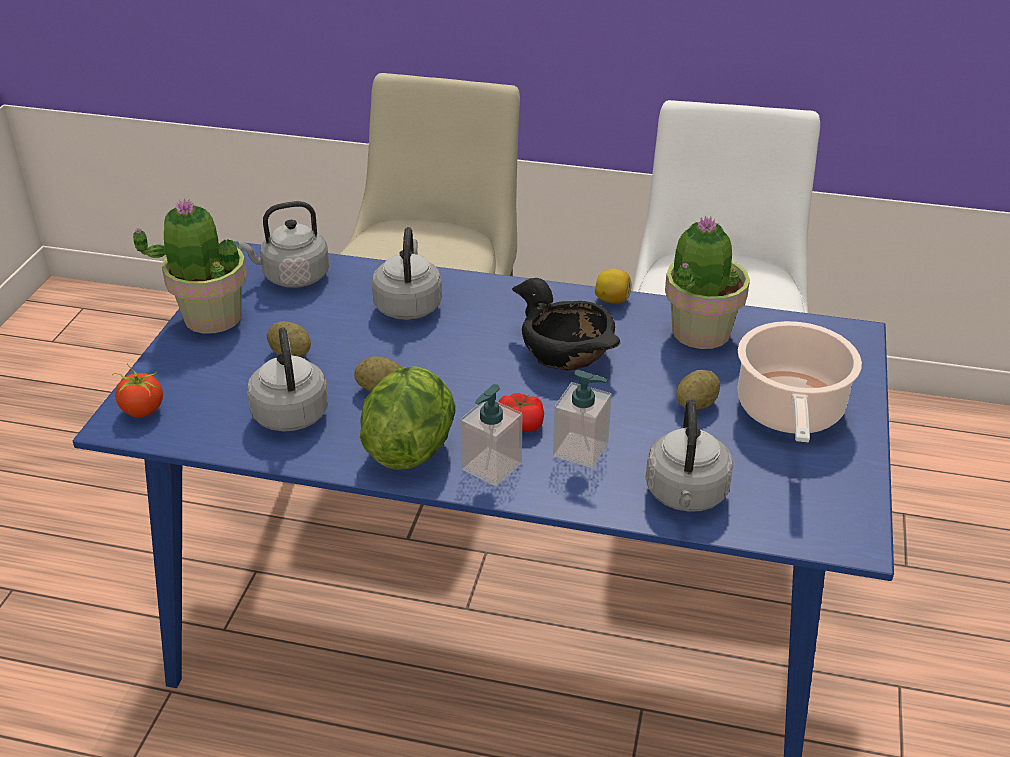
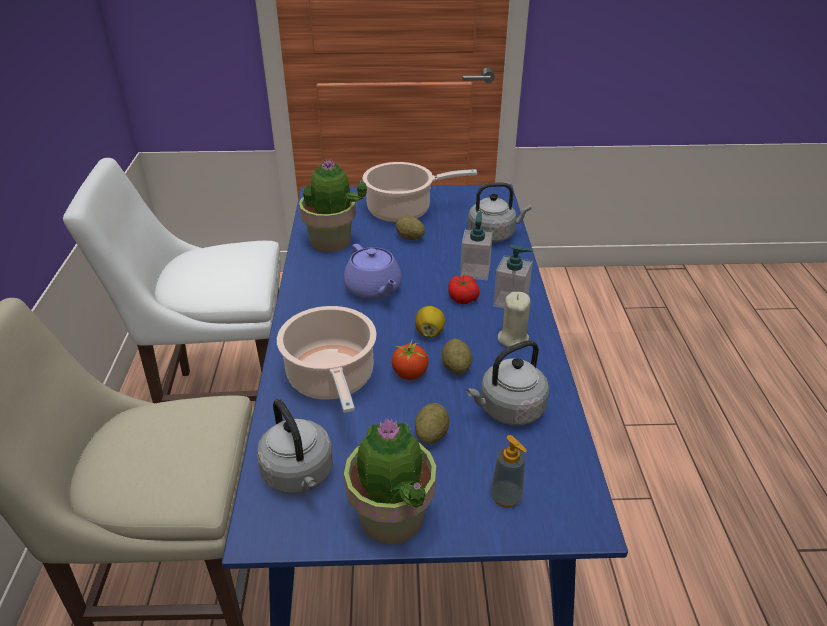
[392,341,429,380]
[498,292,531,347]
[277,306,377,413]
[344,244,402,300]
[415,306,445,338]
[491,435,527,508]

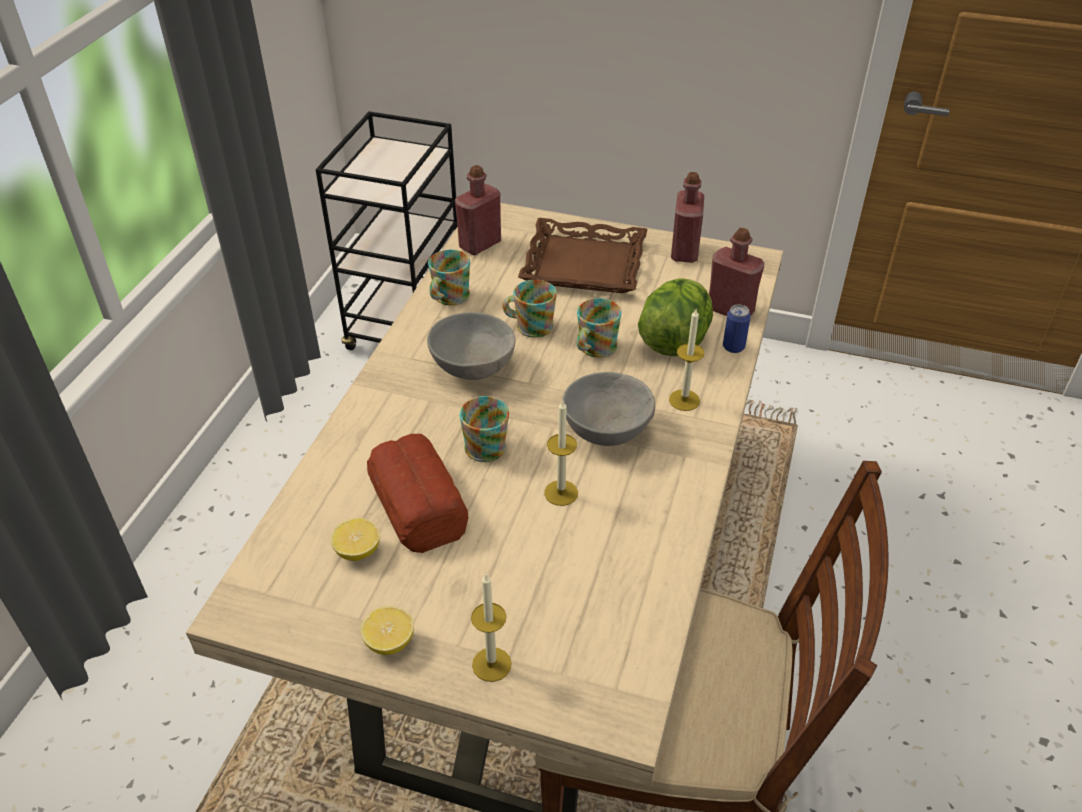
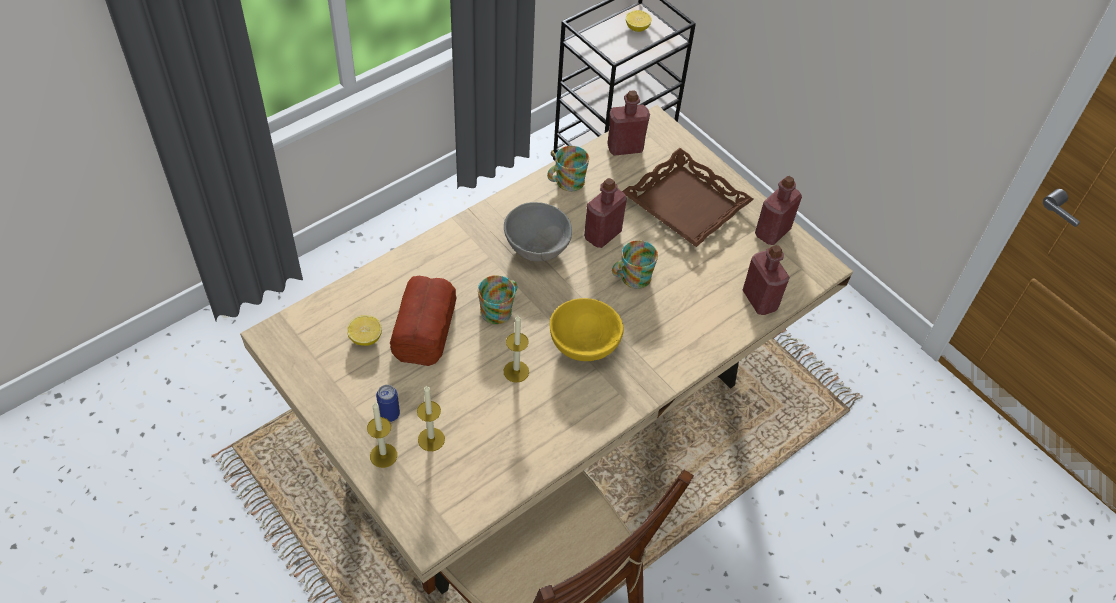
[626,10,652,32]
[584,178,627,248]
[550,298,624,361]
[638,278,713,356] (first image)
[417,385,445,451]
[376,385,400,422]

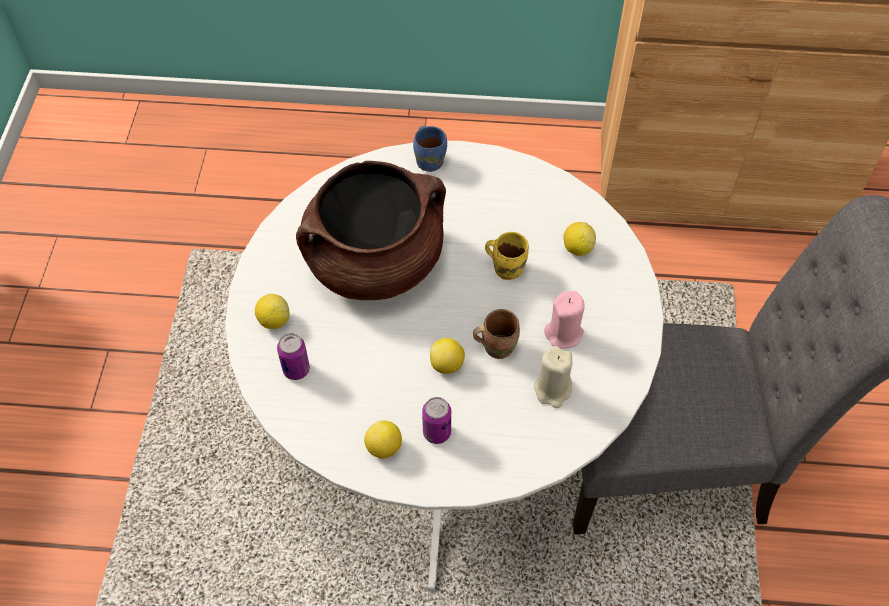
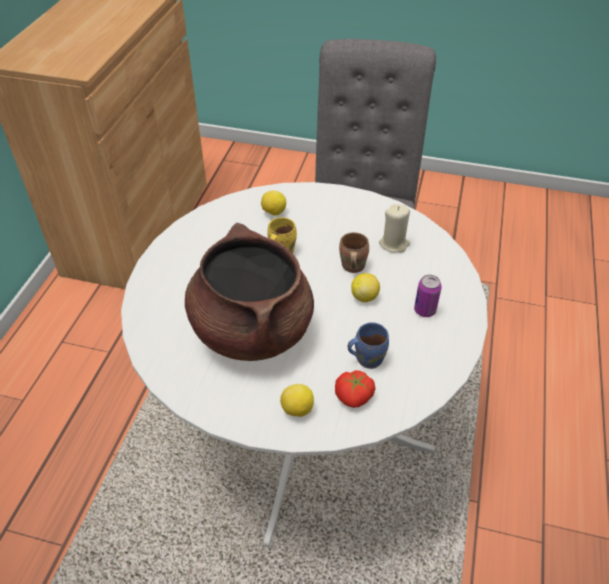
[335,370,375,408]
[364,420,402,459] (first image)
[348,322,389,369]
[544,291,585,349] (first image)

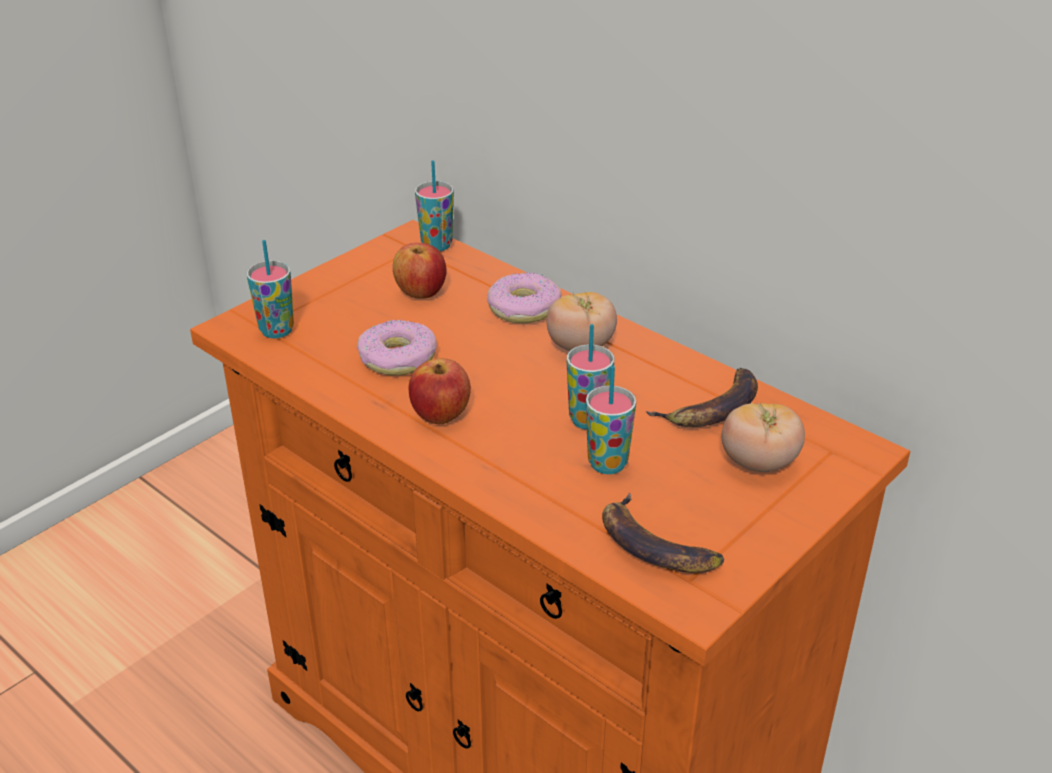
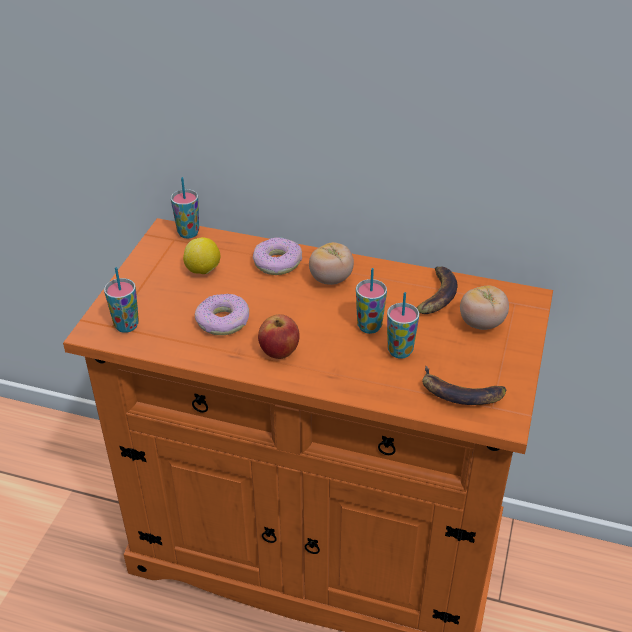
[183,237,220,274]

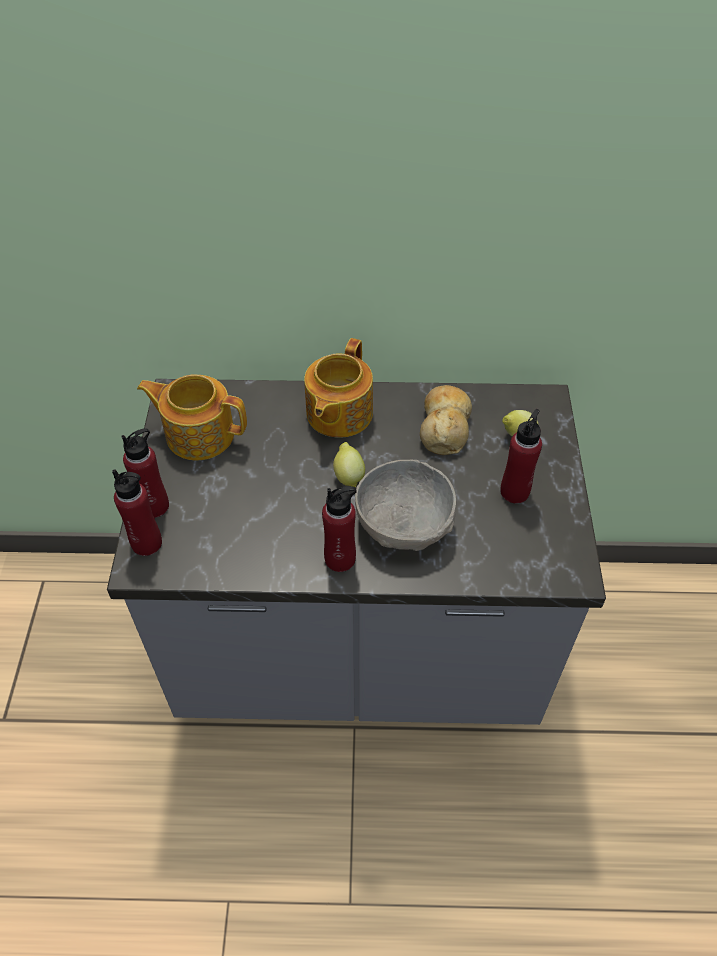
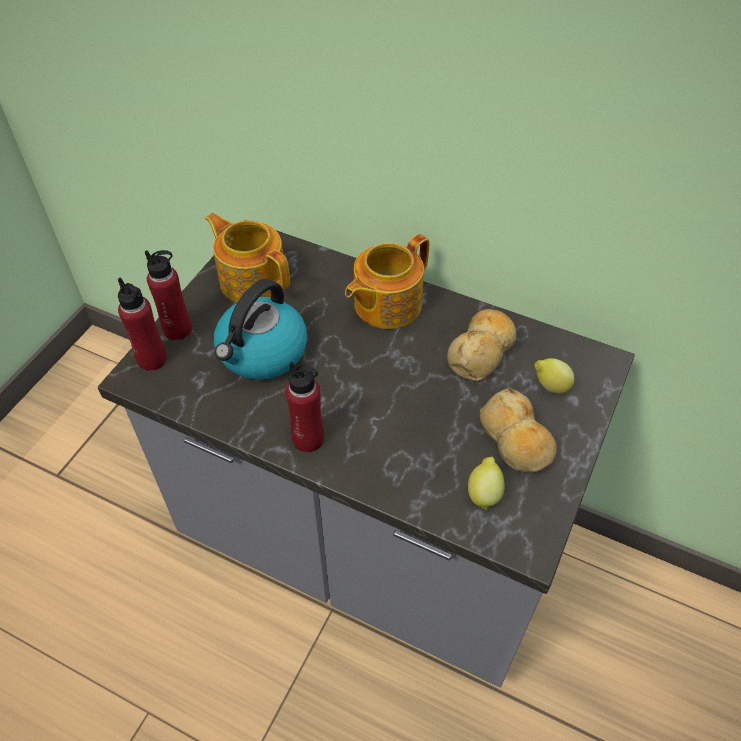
[468,457,505,510]
[355,460,457,551] (first image)
[480,388,557,473]
[214,279,307,380]

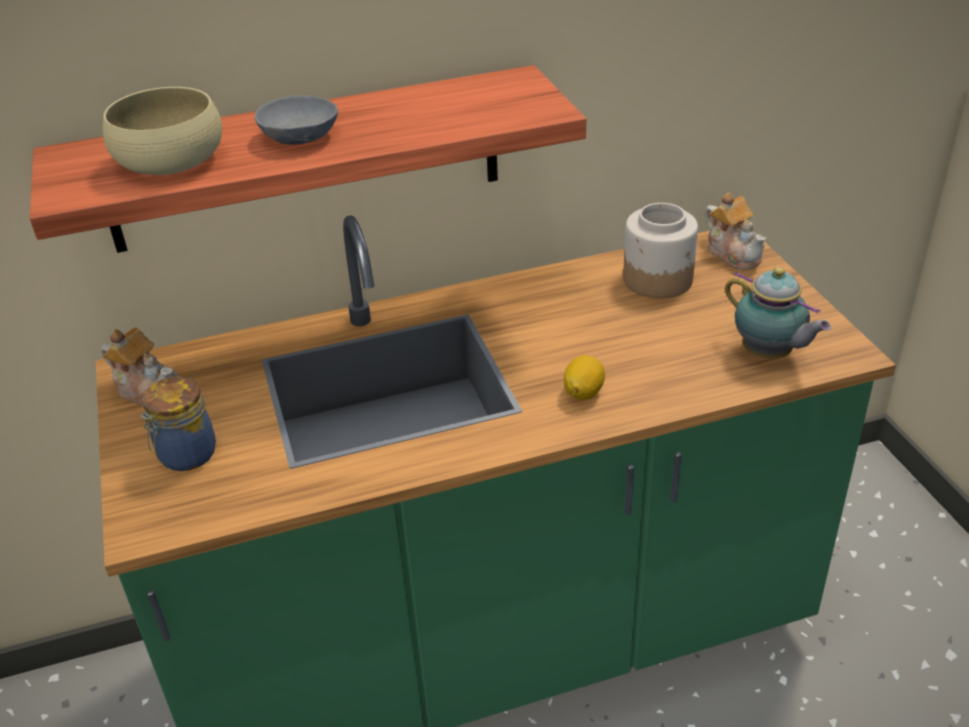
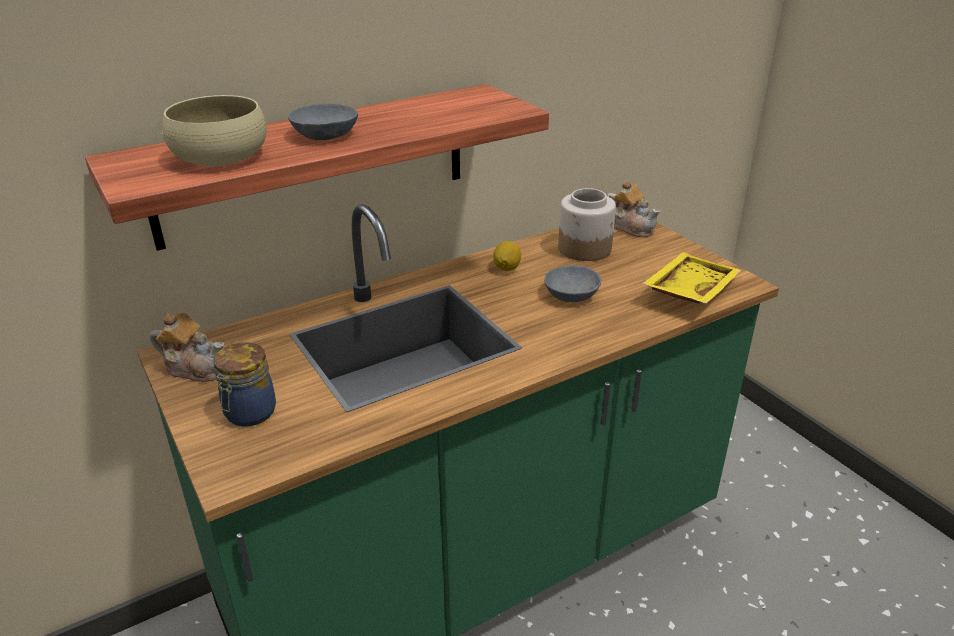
[493,241,521,271]
[642,252,741,304]
[544,265,601,302]

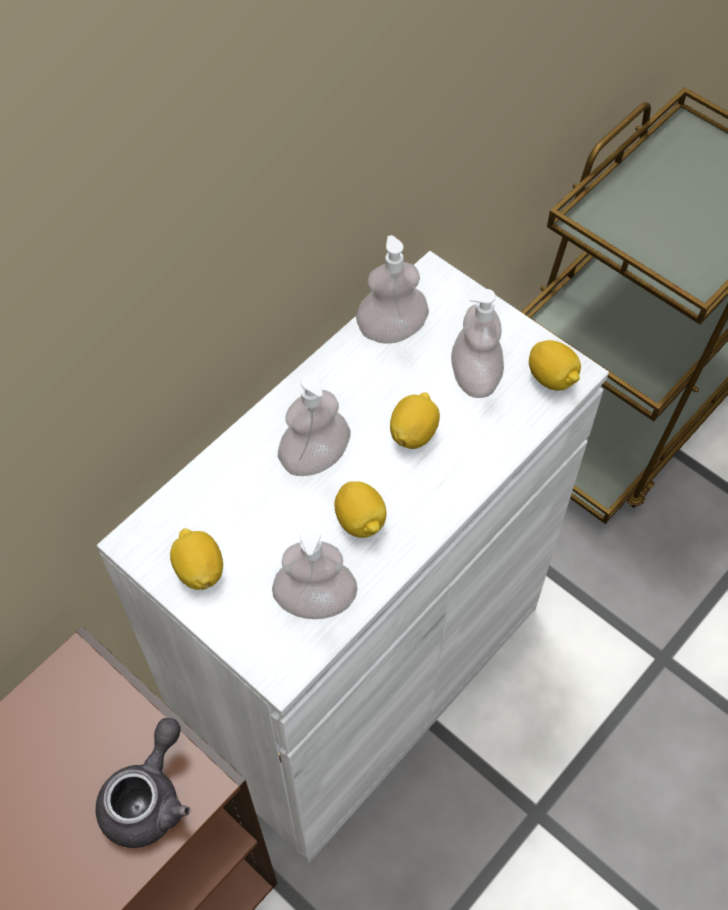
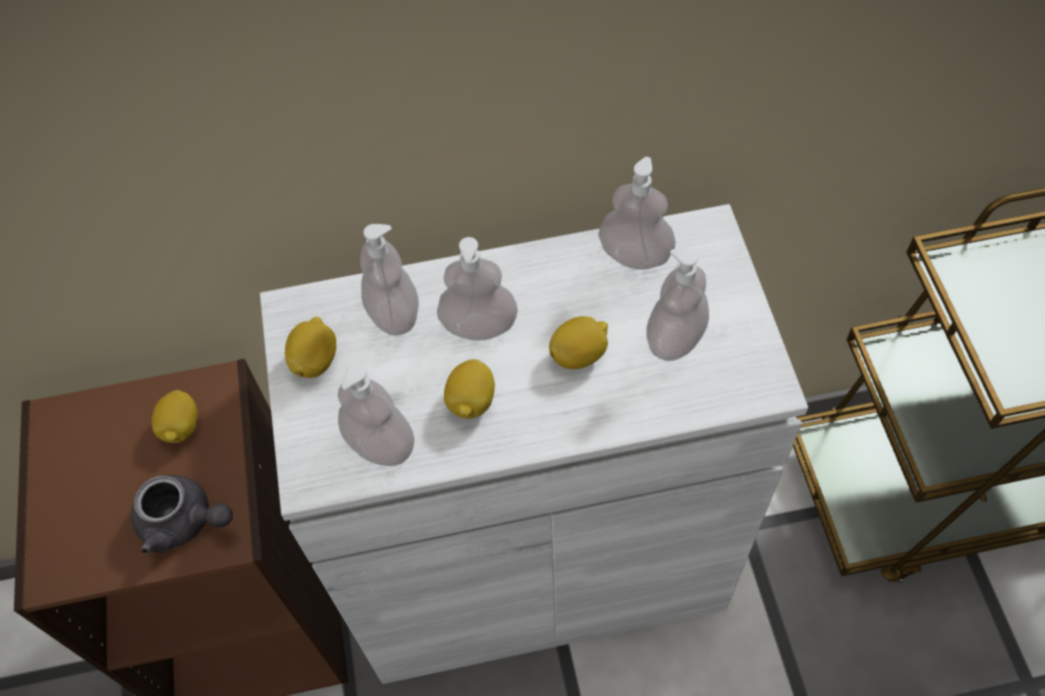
[131,475,233,555]
[152,390,198,443]
[360,224,419,336]

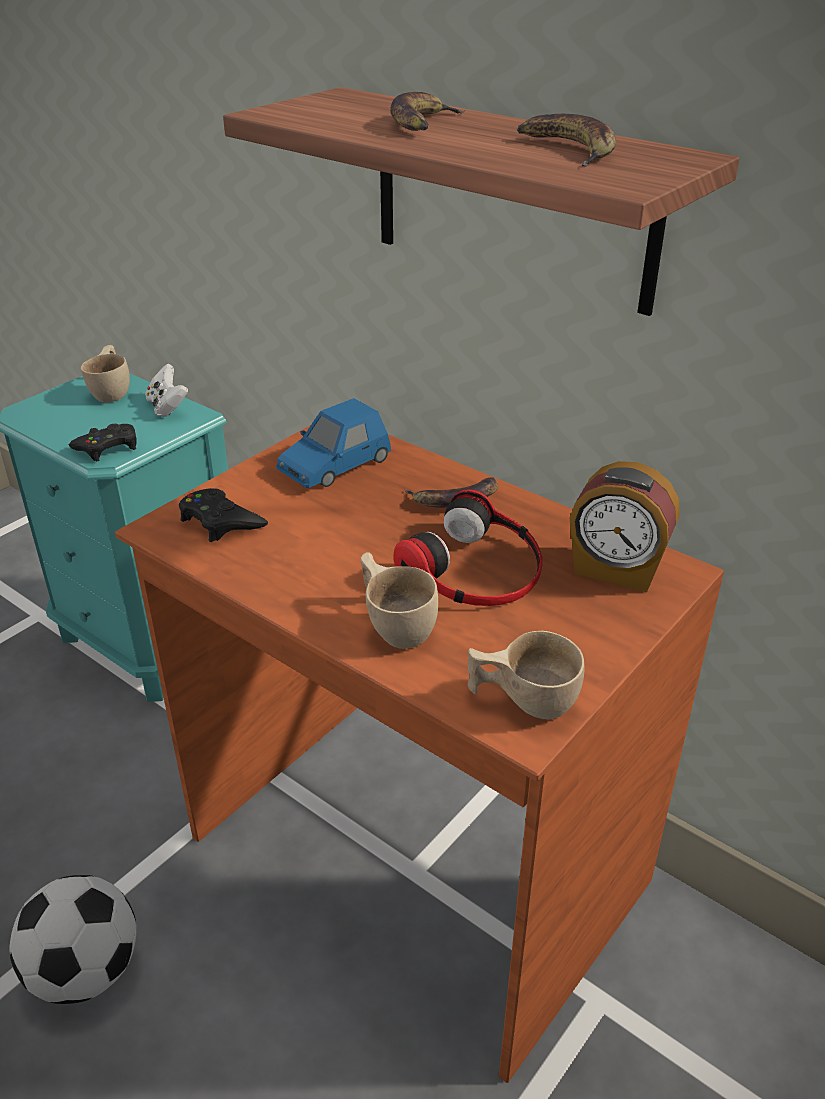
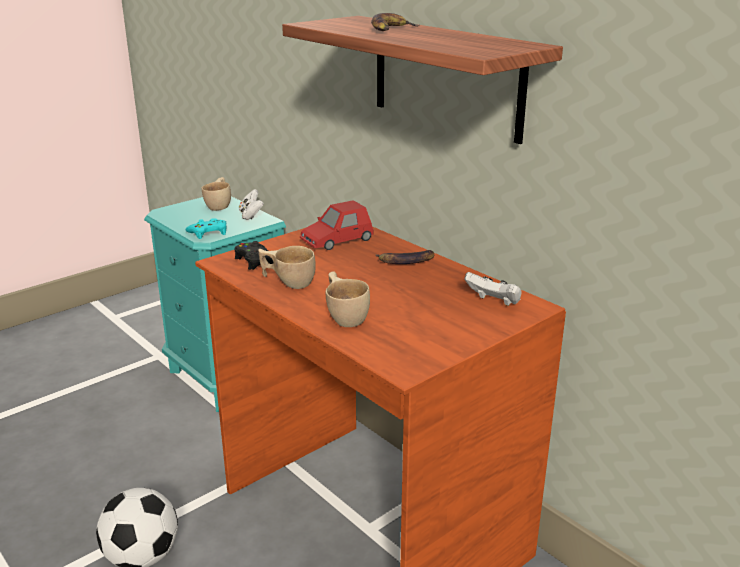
[185,218,226,239]
[300,200,374,250]
[394,489,542,606] (first image)
[258,246,316,289]
[517,114,616,167] (first image)
[464,272,522,306]

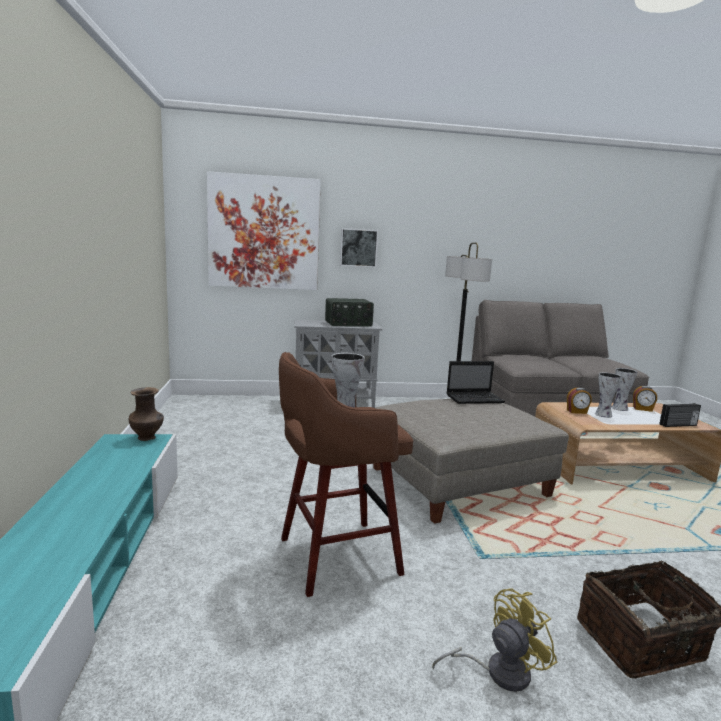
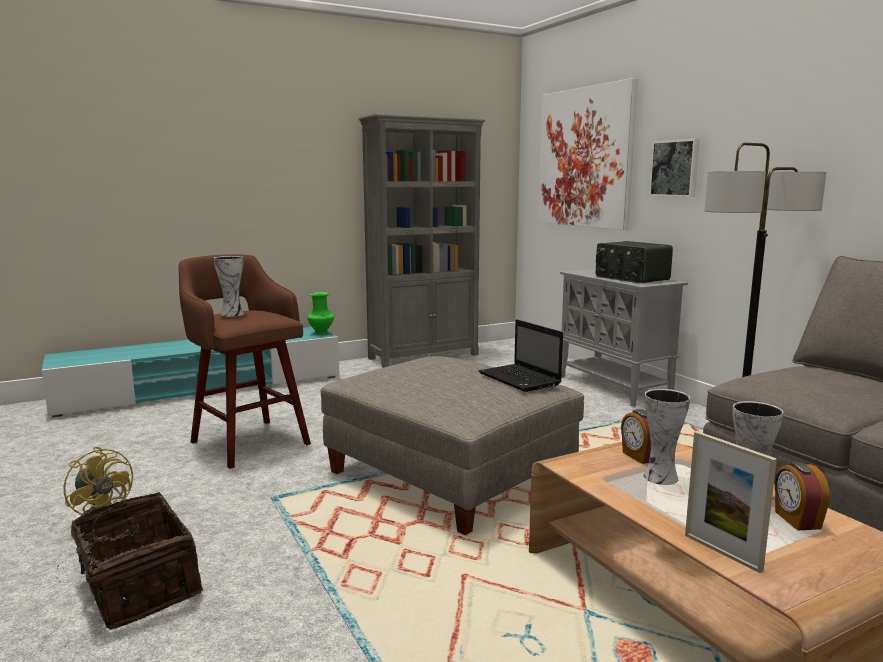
[307,292,334,335]
[685,431,777,573]
[359,113,485,368]

